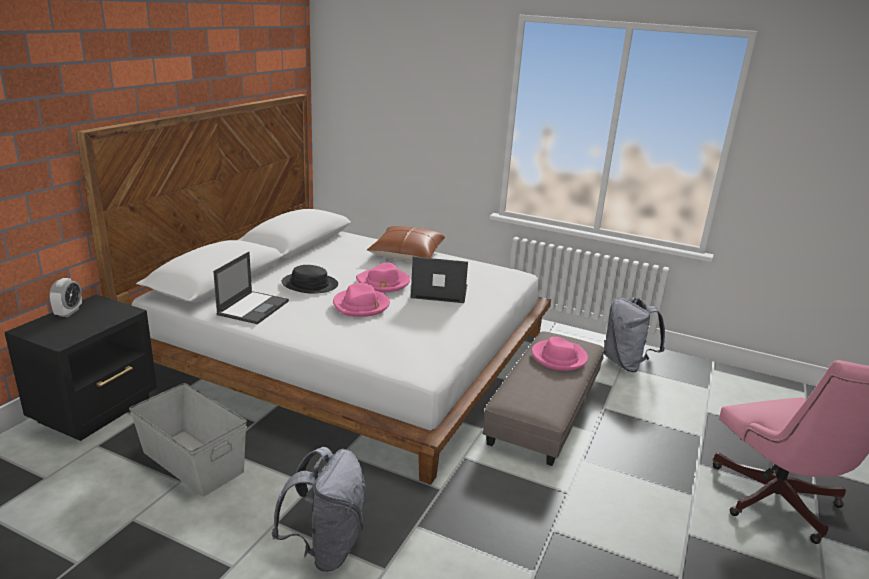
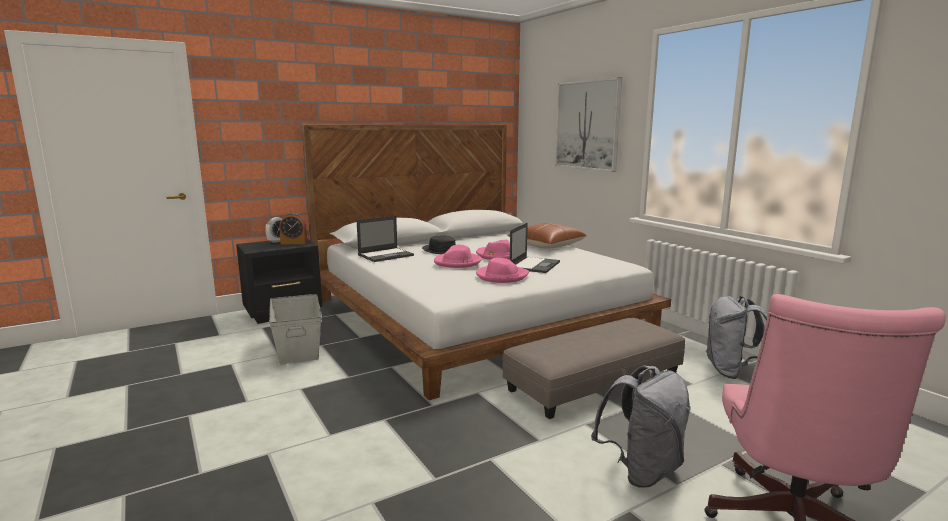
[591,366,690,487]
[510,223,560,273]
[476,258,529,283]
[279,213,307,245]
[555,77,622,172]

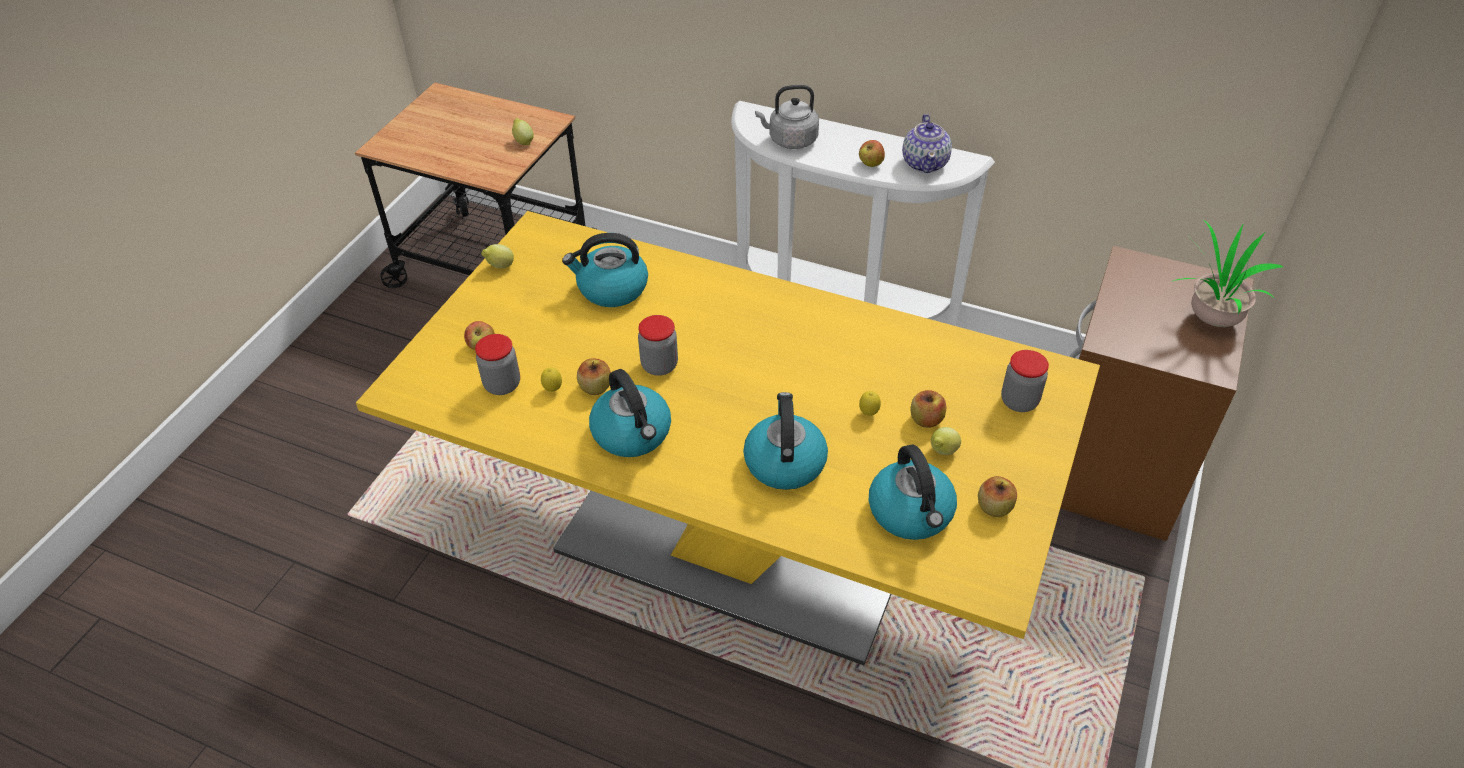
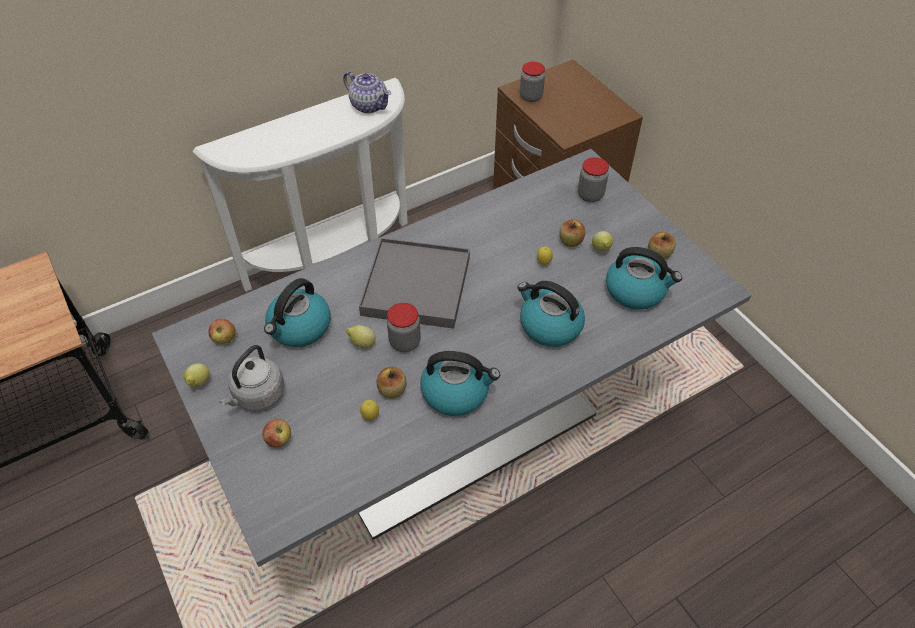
[152,149,751,567]
[520,62,545,102]
[346,325,376,348]
[219,345,285,411]
[209,319,236,344]
[1173,219,1283,327] (first image)
[359,238,470,329]

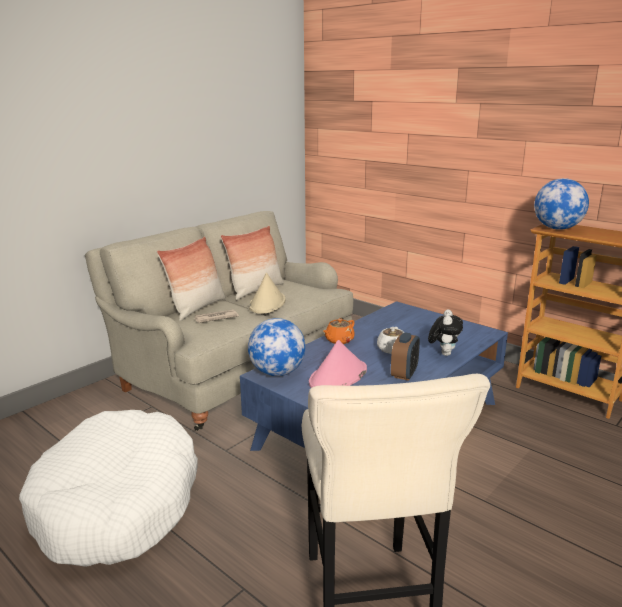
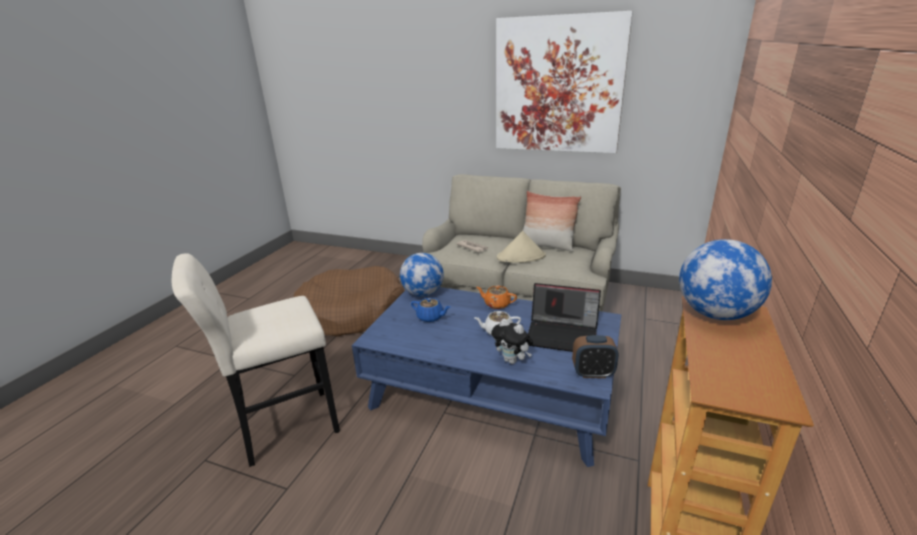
[294,266,404,337]
[157,236,226,321] (first image)
[411,298,451,322]
[572,335,619,378]
[491,319,533,364]
[496,11,633,153]
[528,283,601,352]

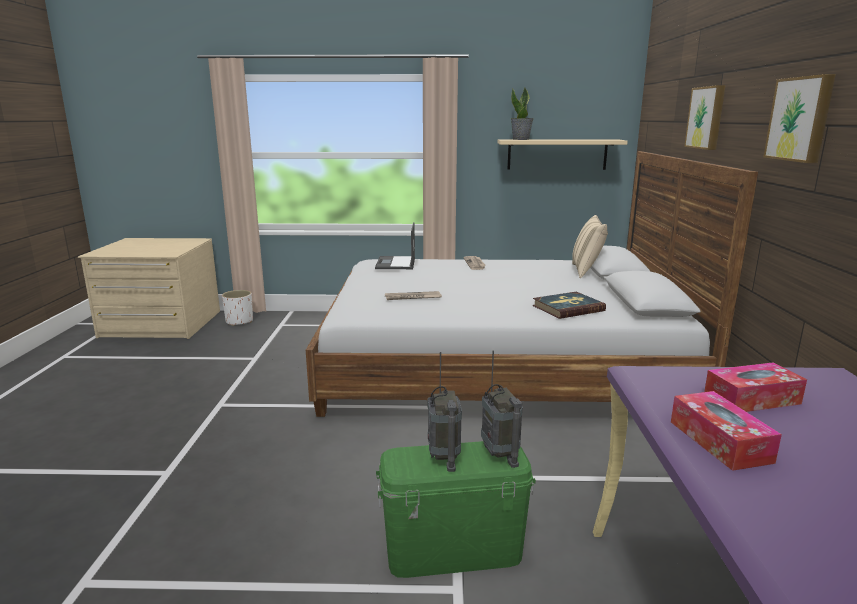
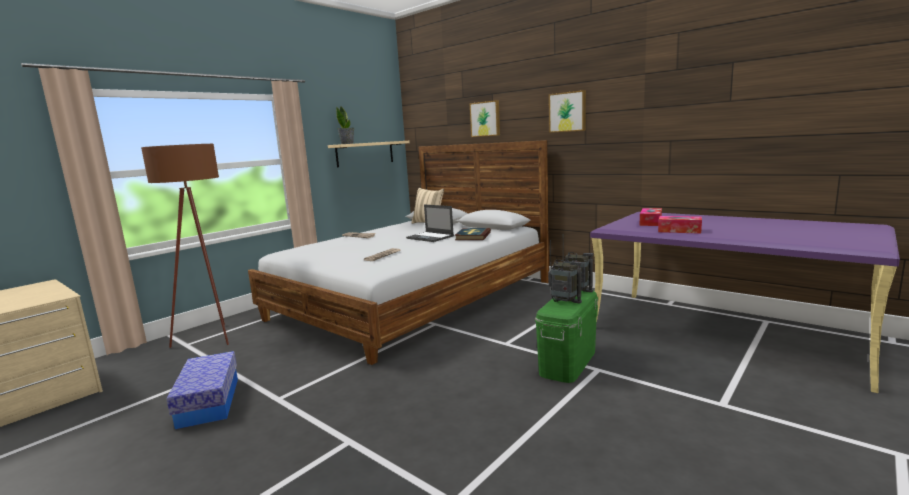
[222,290,253,326] (first image)
[406,204,454,242]
[141,144,229,348]
[166,351,238,429]

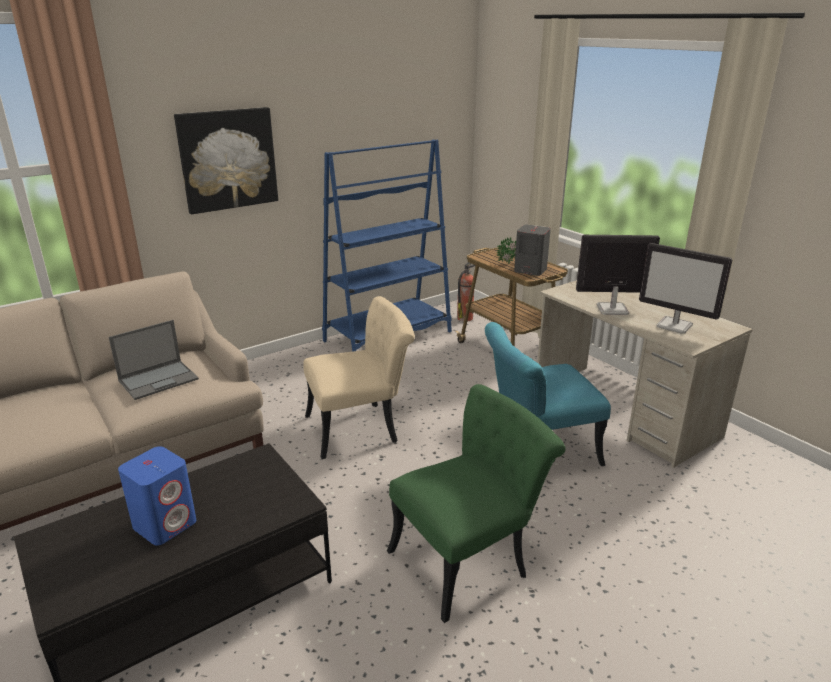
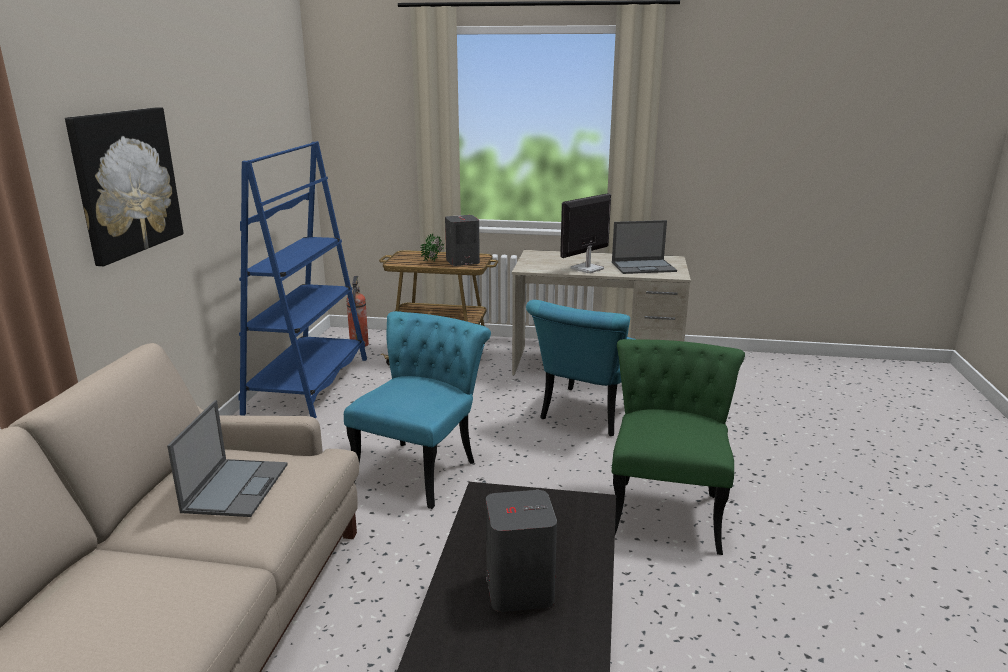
[486,490,557,612]
[344,311,491,509]
[612,220,677,274]

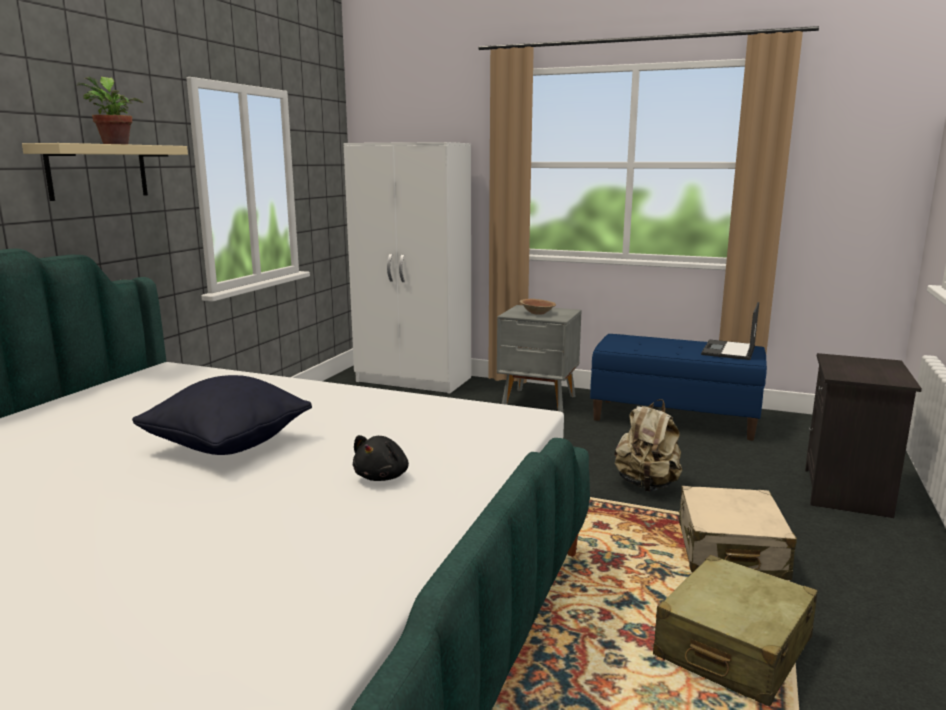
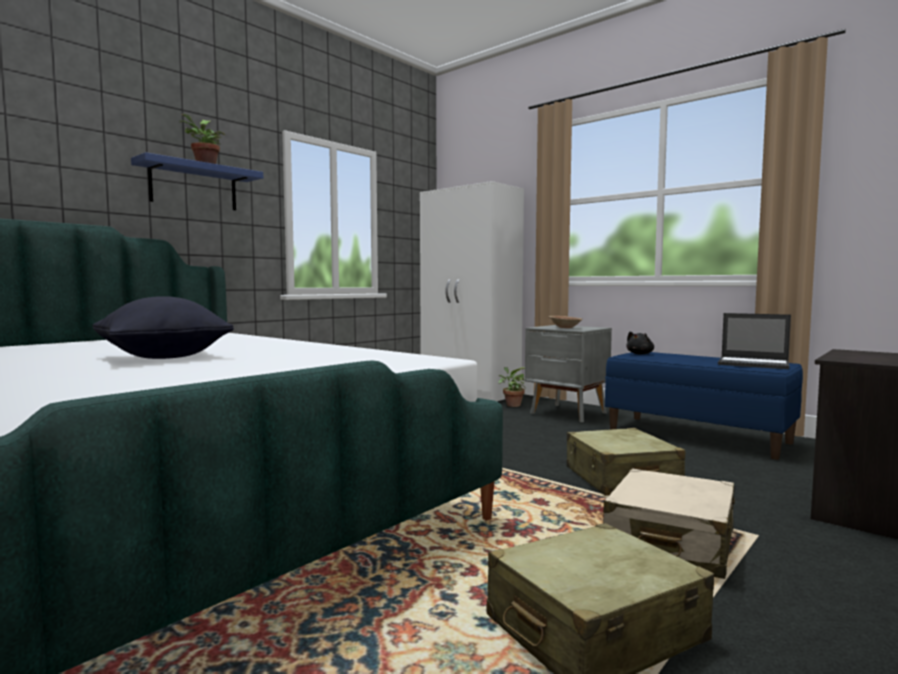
[131,152,263,211]
[626,332,654,354]
[567,428,685,496]
[718,313,791,369]
[498,367,525,407]

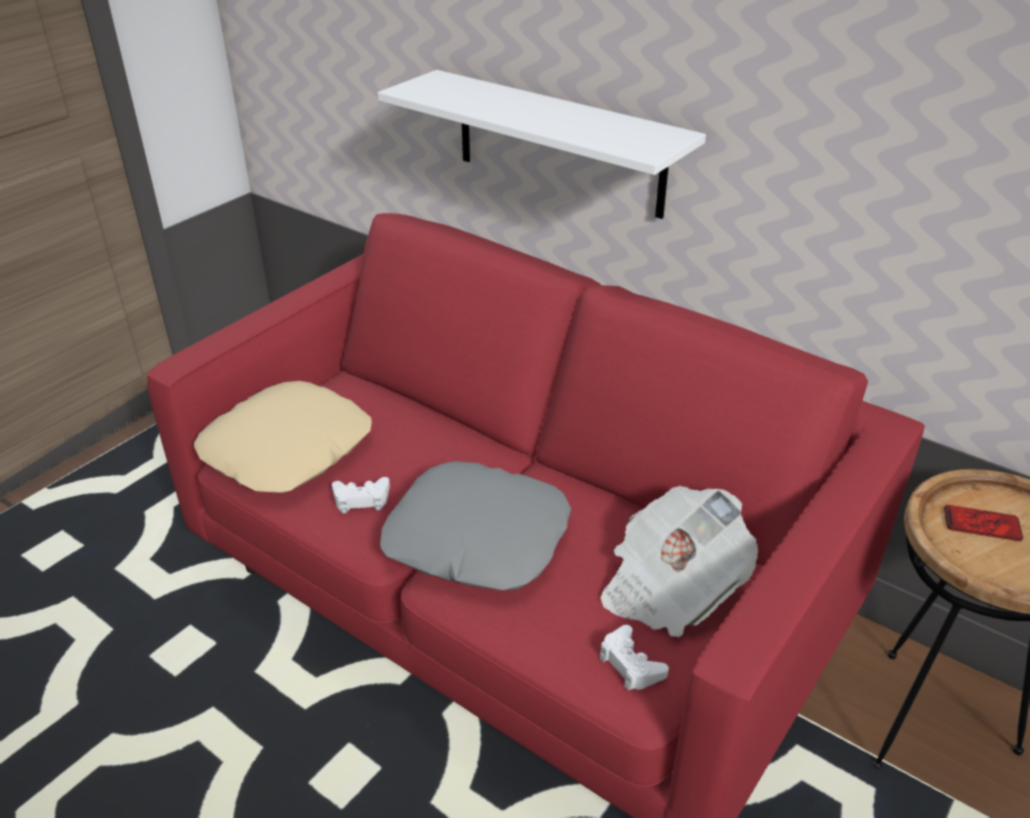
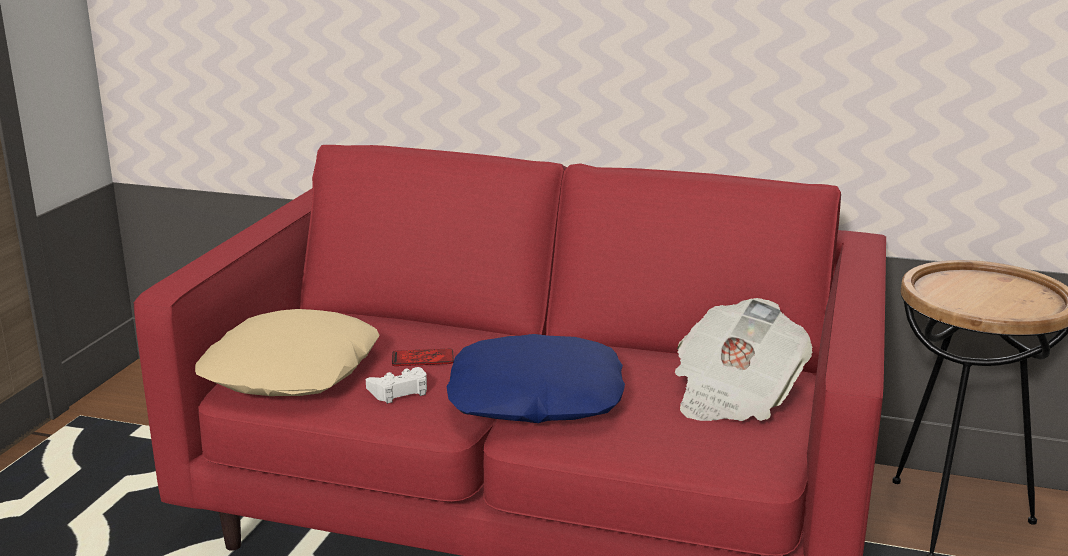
[378,70,706,219] (first image)
[447,334,625,423]
[599,625,669,690] (first image)
[392,348,454,366]

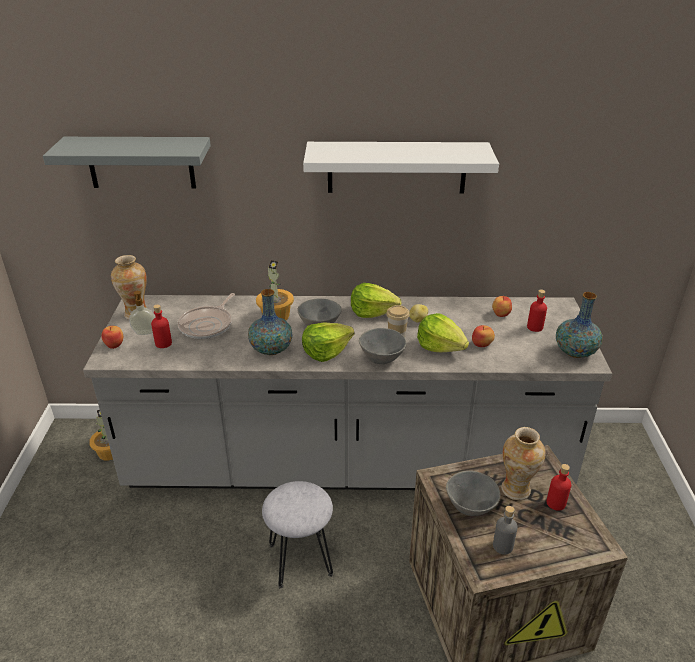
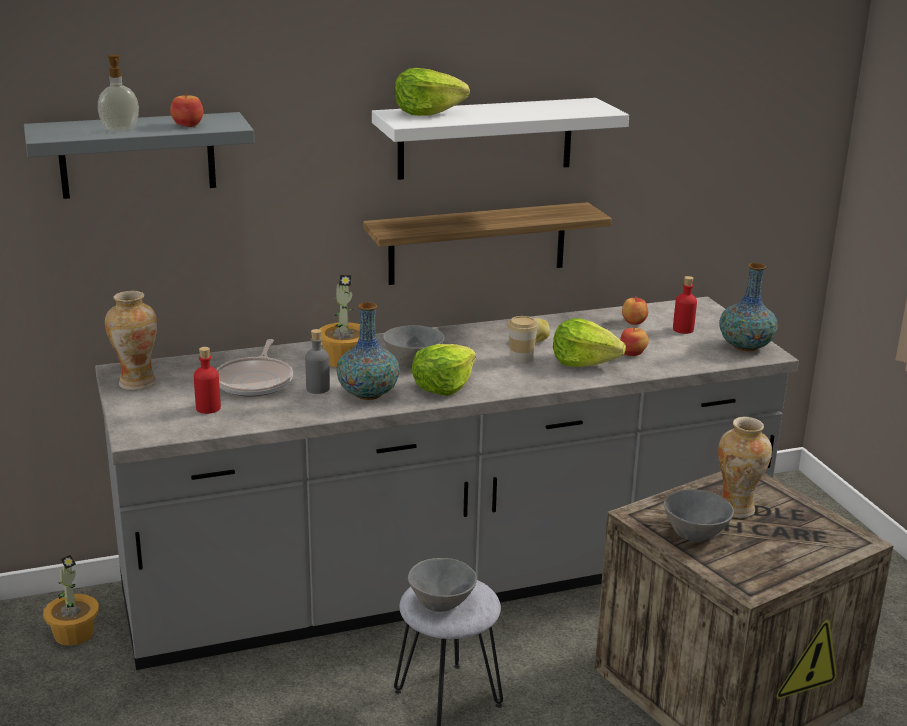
[170,93,203,127]
[98,55,139,132]
[395,68,470,116]
[408,558,477,612]
[305,329,330,394]
[546,464,571,511] (first image)
[363,202,612,285]

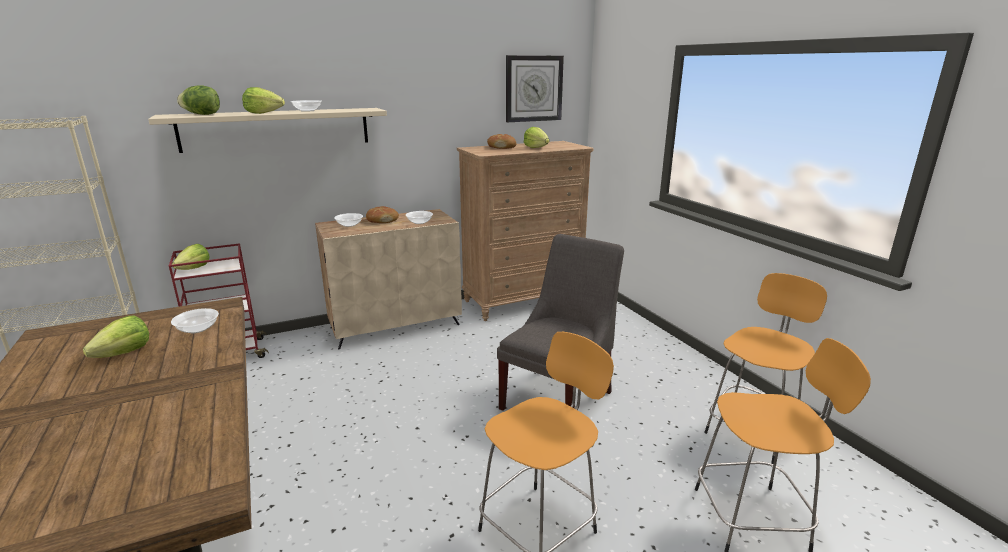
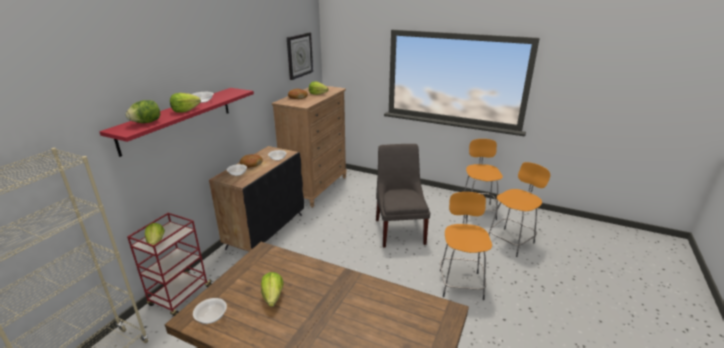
[99,88,254,157]
[193,298,227,324]
[209,146,304,251]

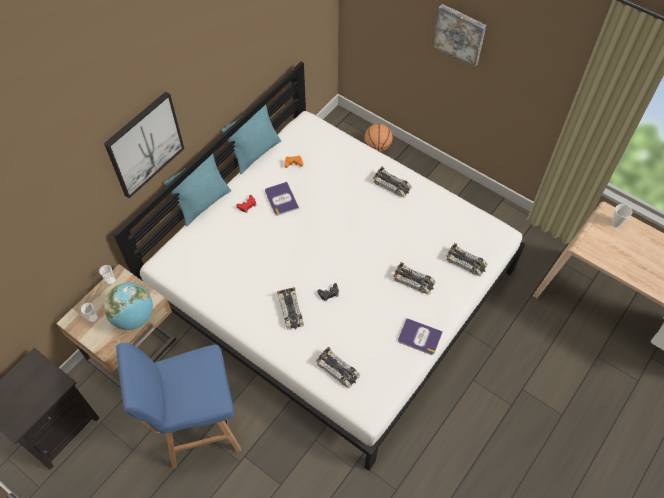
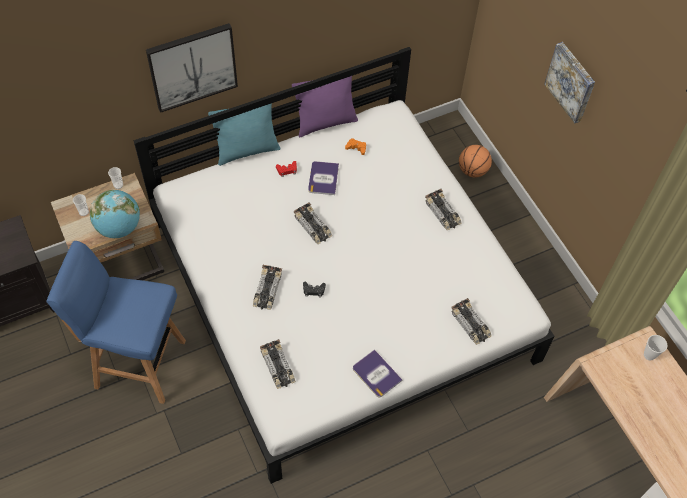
[292,76,358,137]
[294,202,332,244]

